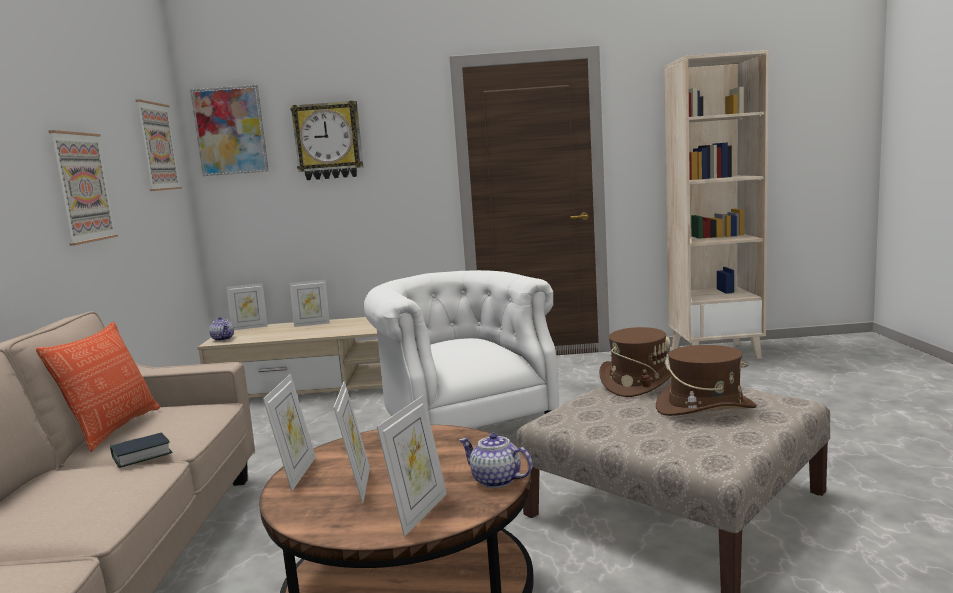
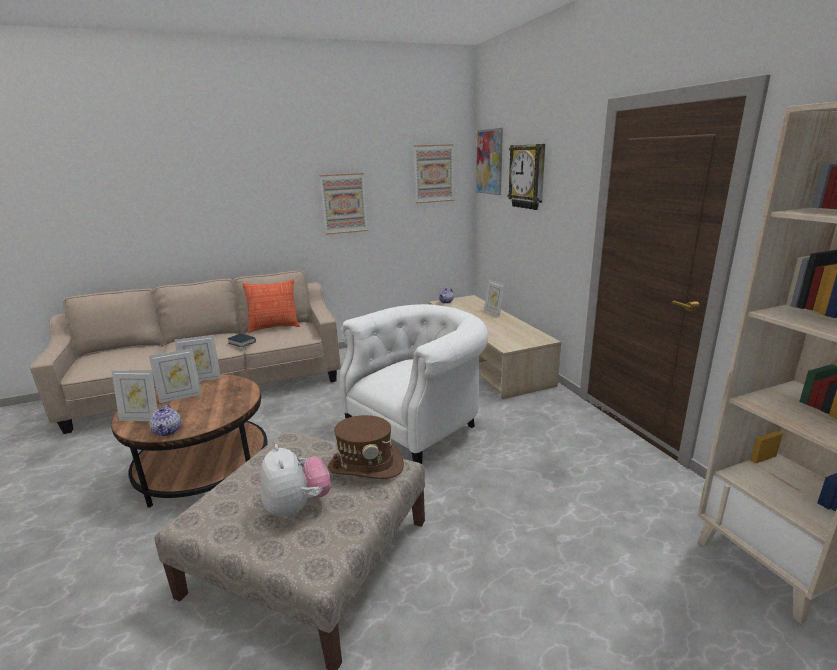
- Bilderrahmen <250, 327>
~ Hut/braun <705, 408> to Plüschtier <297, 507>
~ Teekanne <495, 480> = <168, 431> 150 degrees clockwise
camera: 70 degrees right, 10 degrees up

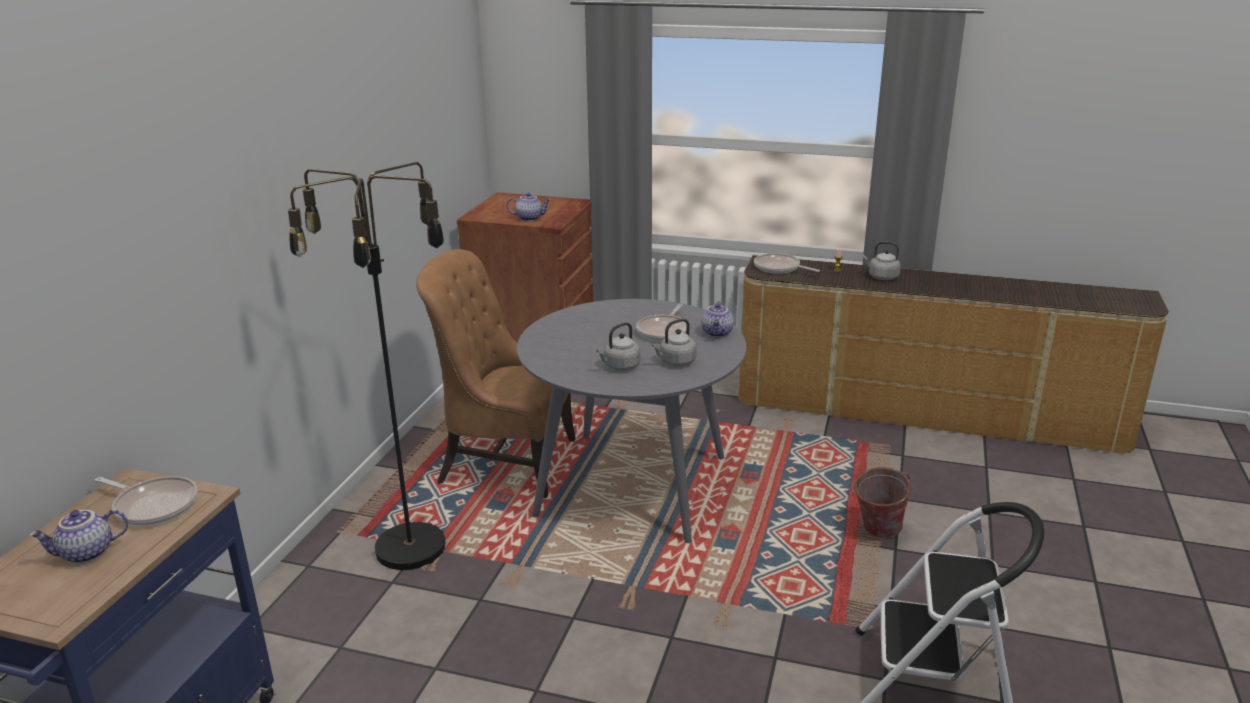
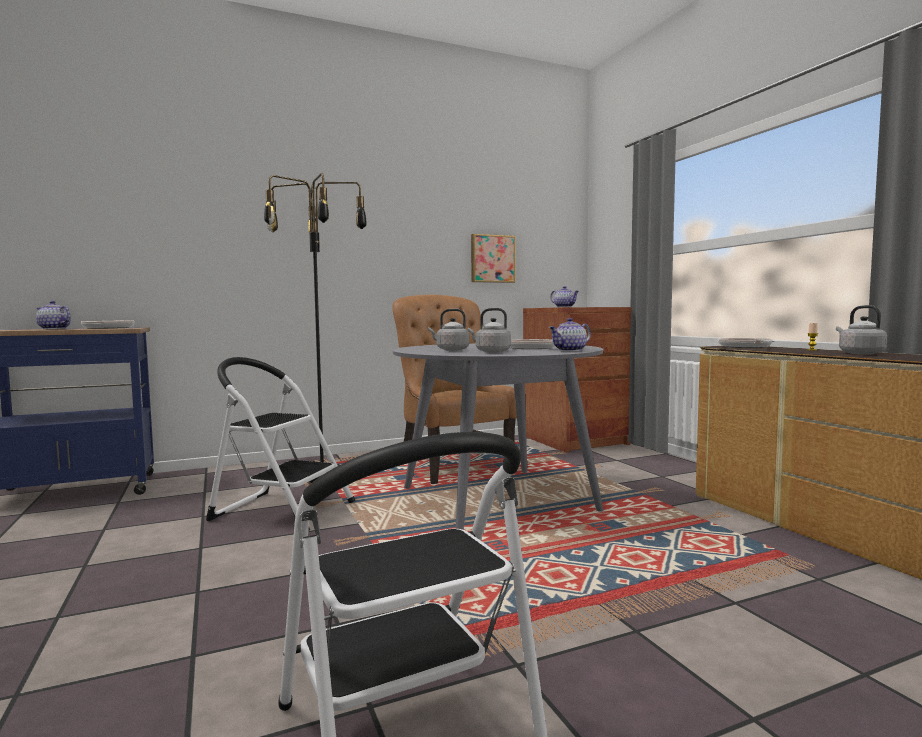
- Eimer <876, 532>
+ Bild <492, 259>
+ Trittleiter <280, 510>
camera: 50 degrees right, 20 degrees down

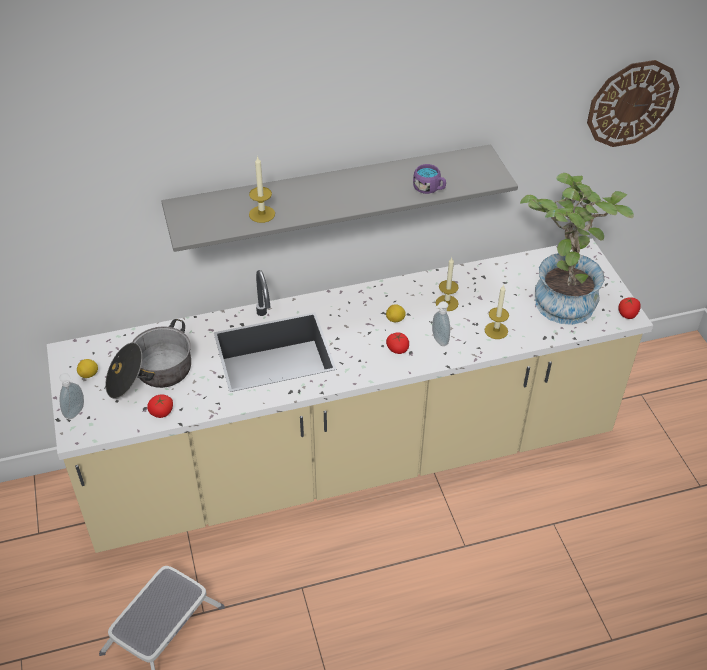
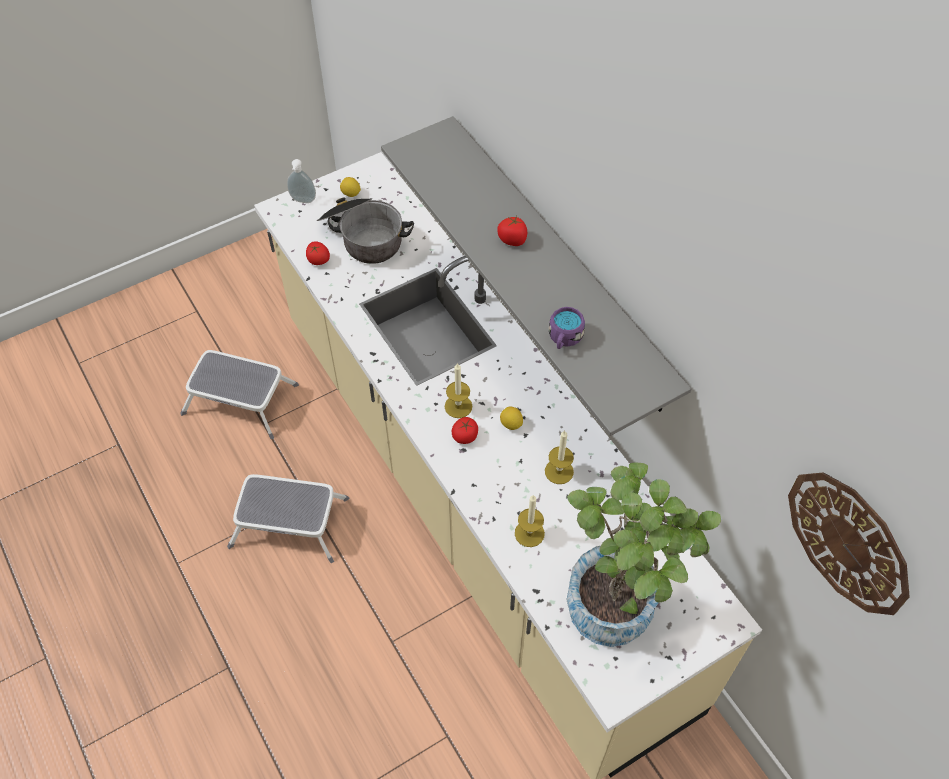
~ Kerze <262, 214> to <458, 406>
~ Tomate <627, 314> to <512, 240>
- Seifenspender <438, 340>
+ Trittleiter/grau <289, 523>
camera: 75 degrees right, 10 degrees up

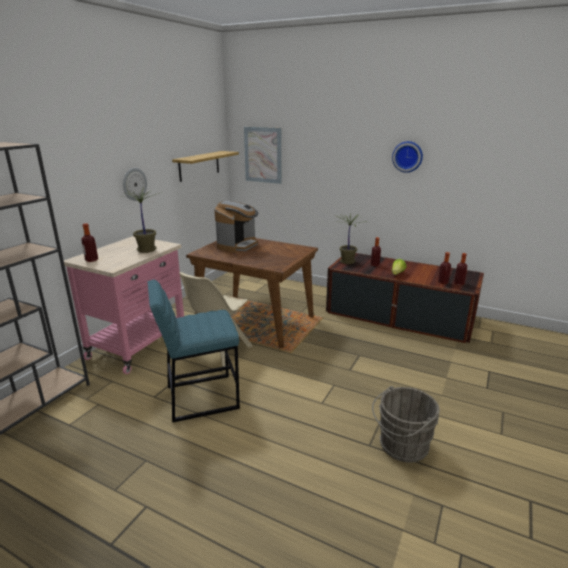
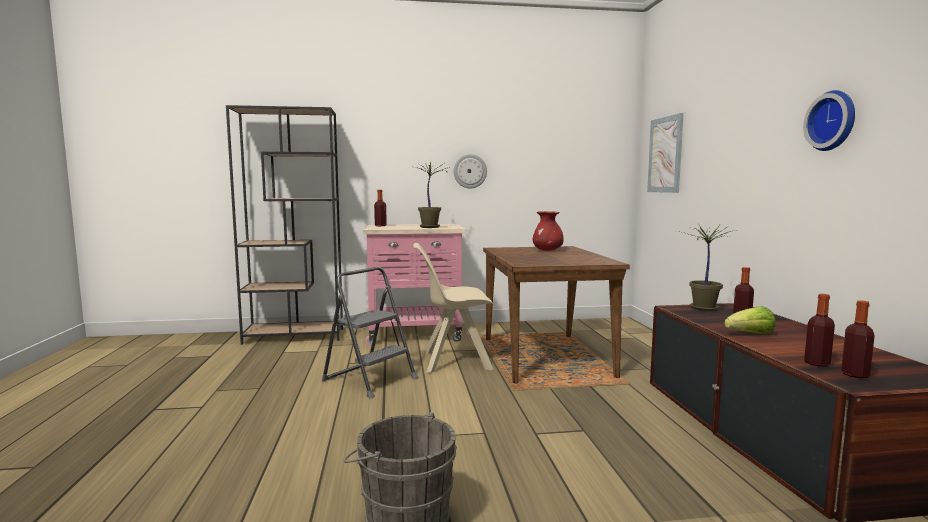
- Wandregal <199, 165>
~ Kaffeemaschine <238, 245> to Vase/rot <547, 250>
~ Hocker/blau <200, 397> to Trittleiter/grau <368, 378>
camera: 55 degrees right, 15 degrees down

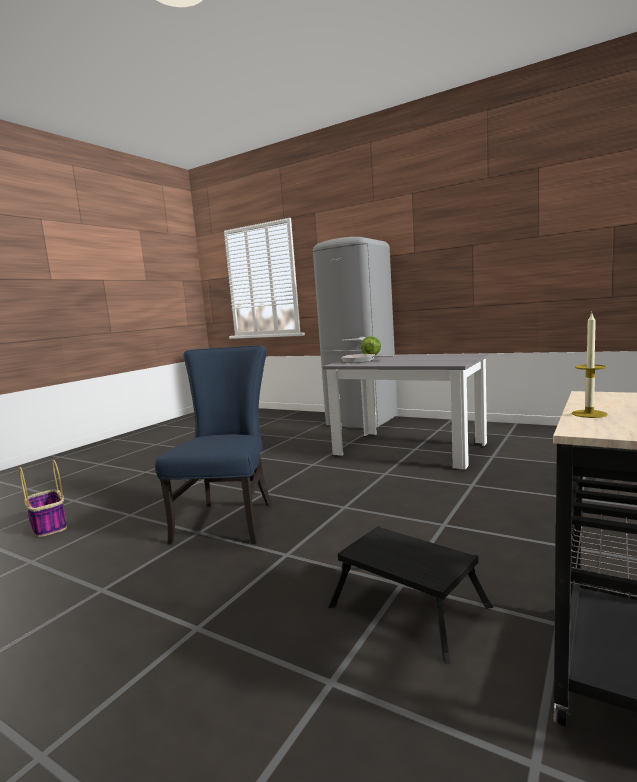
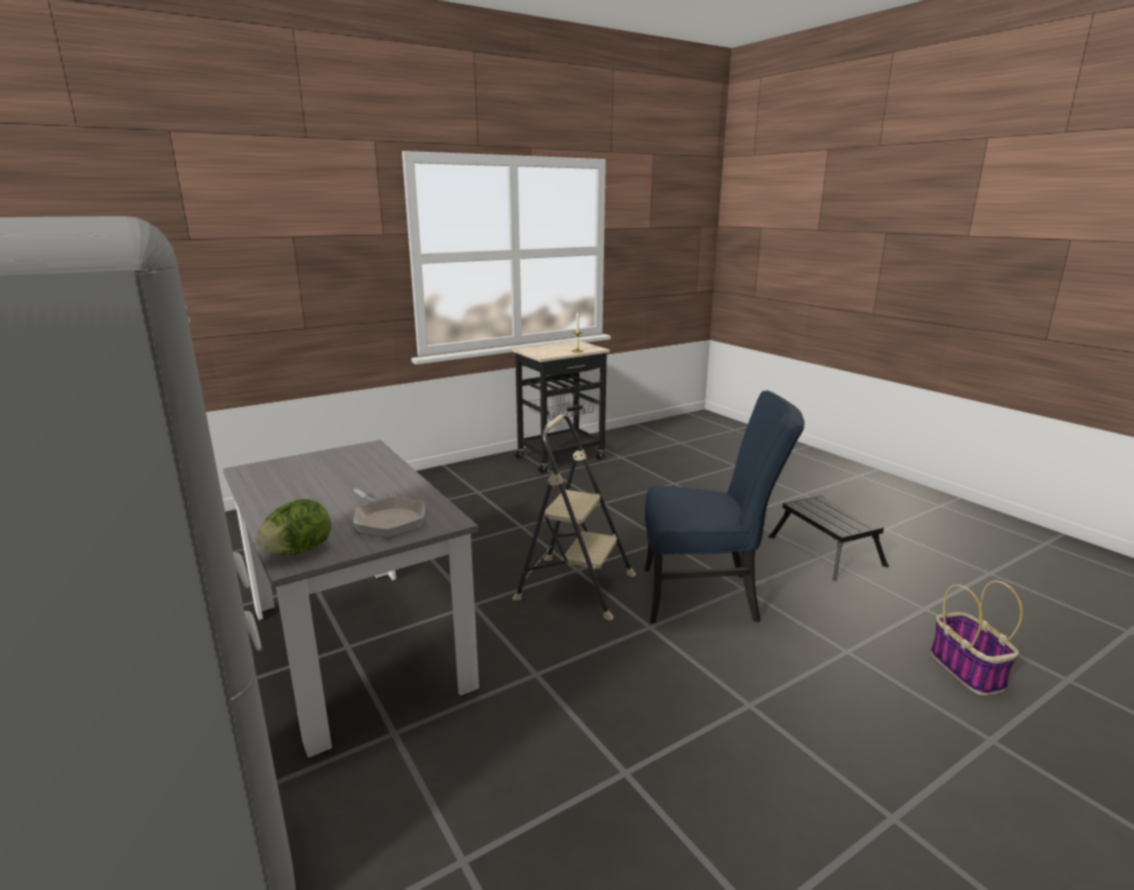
~ Stuhl/blau <228, 519> = <707, 596> 120 degrees counterclockwise
~ Trittleiter/schwarz <407, 606> to <826, 551>
+ Trittleiter/beige <572, 585>
camera: 155 degrees left, 10 degrees up

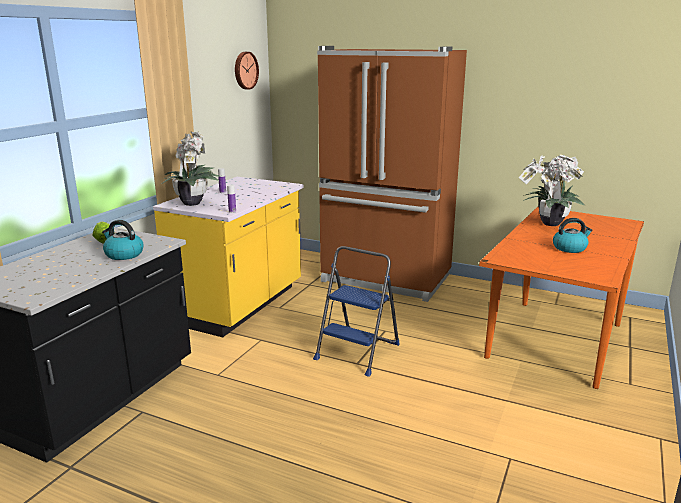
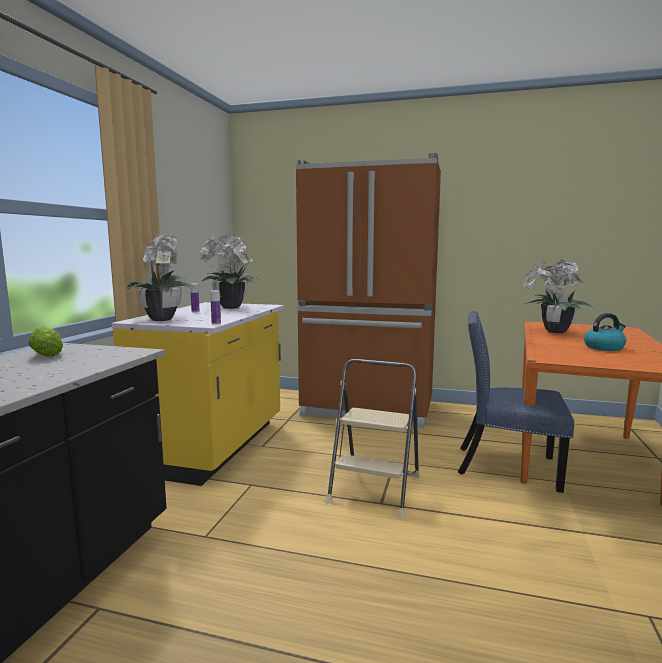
- Wanduhr <245, 70>
- Wasserkessel <123, 254>
~ Trittleiter/blau <359, 350> to Trittleiter/beige <376, 486>
+ Topfpflanze <231, 308>
+ Stuhl/blau <509, 467>
camera: 10 degrees left, 10 degrees down

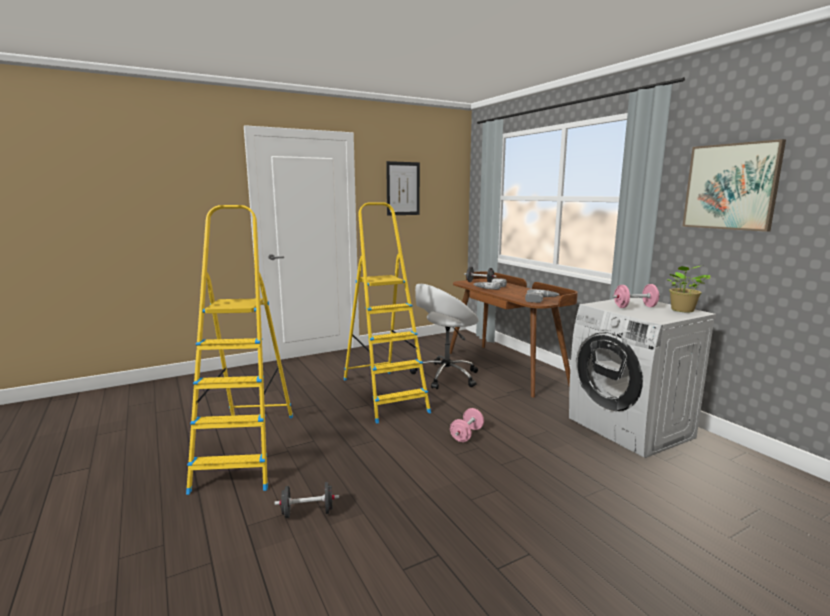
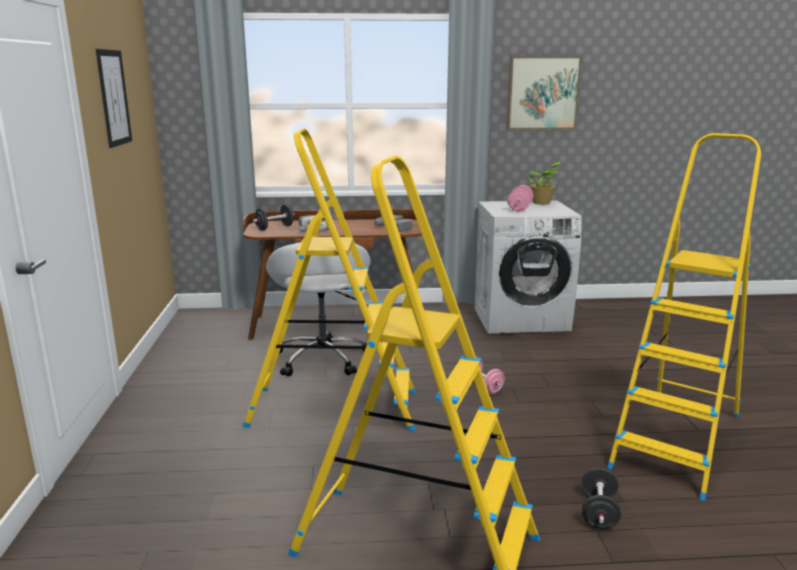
+ Trittleiter/gelb <677, 440>
camera: 65 degrees left, 5 degrees up

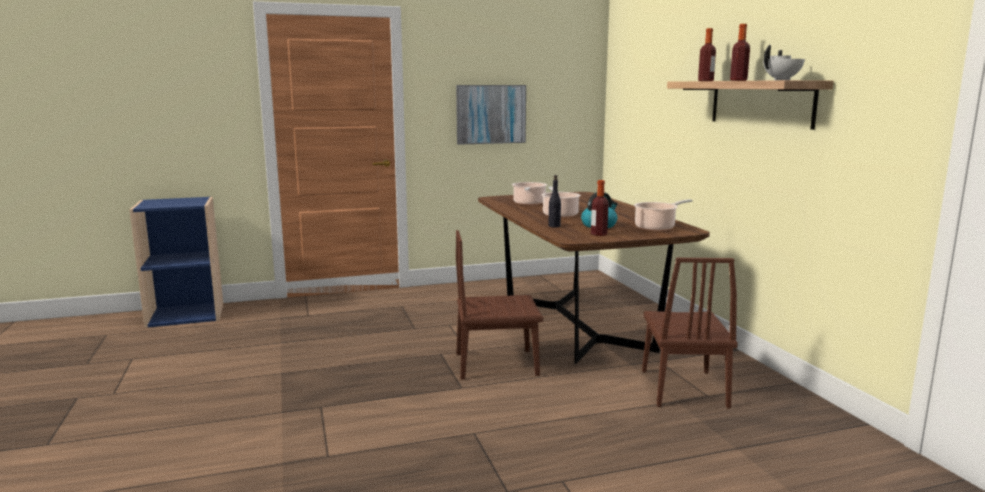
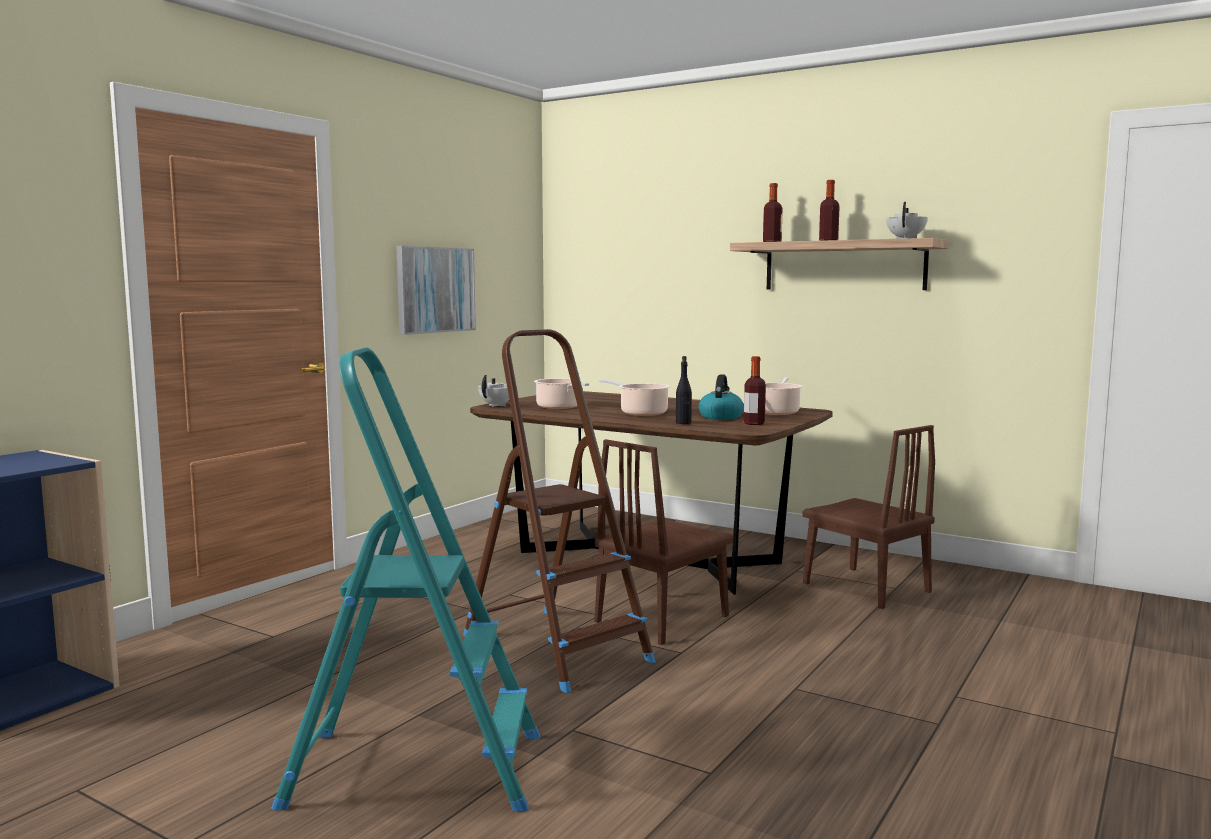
+ Trittleiter/braun <557, 648>
+ Trittleiter/türkis <419, 770>
+ Teekanne/weiß <497, 405>
camera: 40 degrees left, 5 degrees down

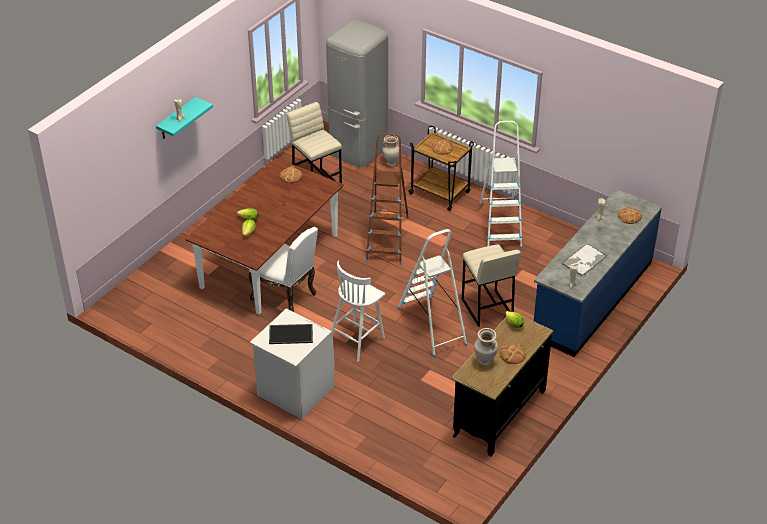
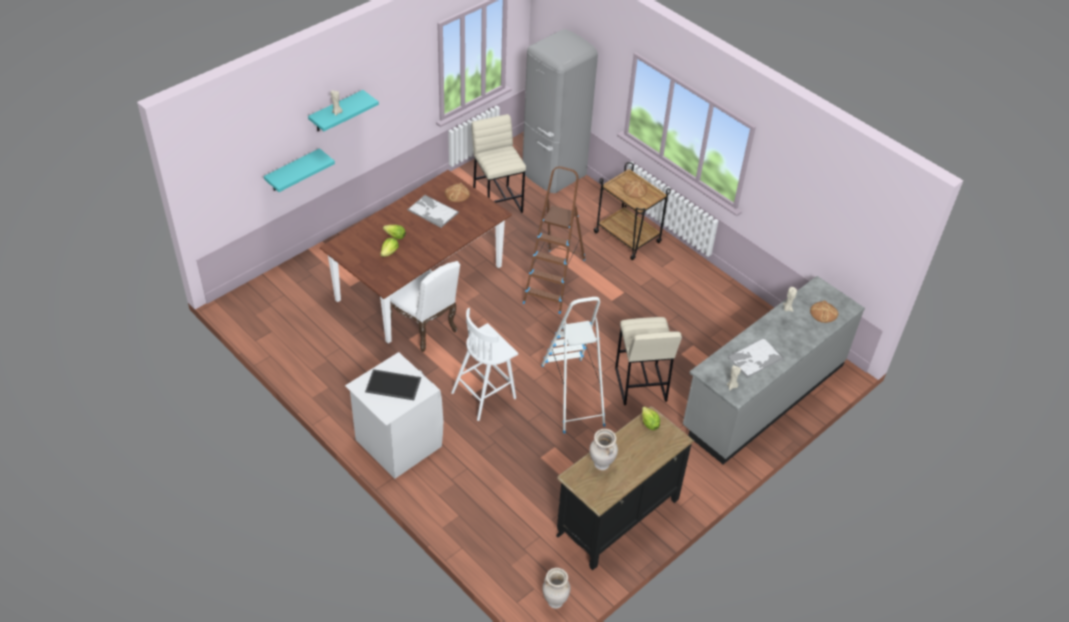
- Trittleiter/weiß <500, 226>
~ Vase/beige <391, 163> to <555, 601>
~ Küchenzeile/blau <592, 299> to Küchenzeile/grau <763, 396>
- Brot <512, 355>
+ Wandregal/türkis <293, 171>
+ Tablett <432, 211>
camera: 10 degrees right, 5 degrees up

